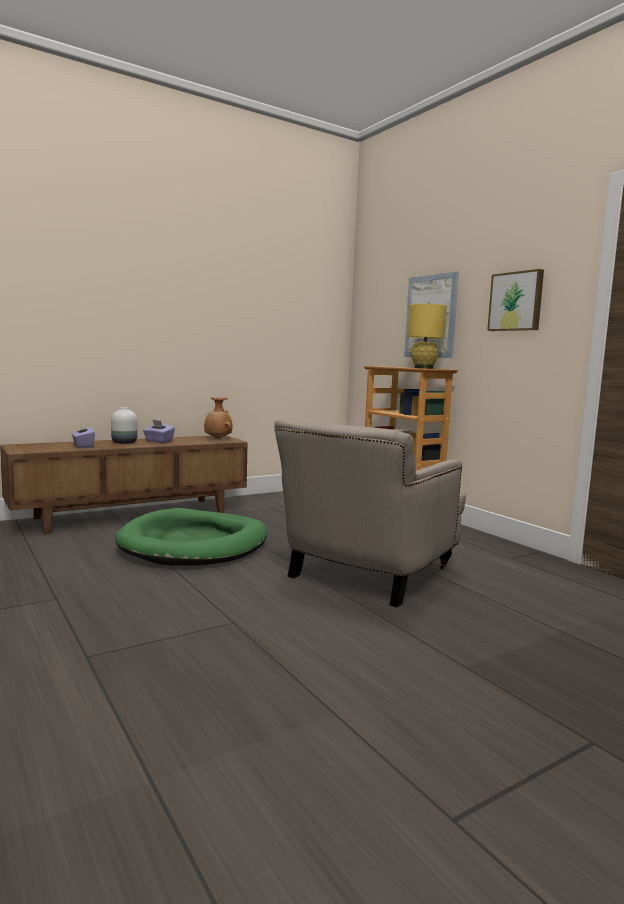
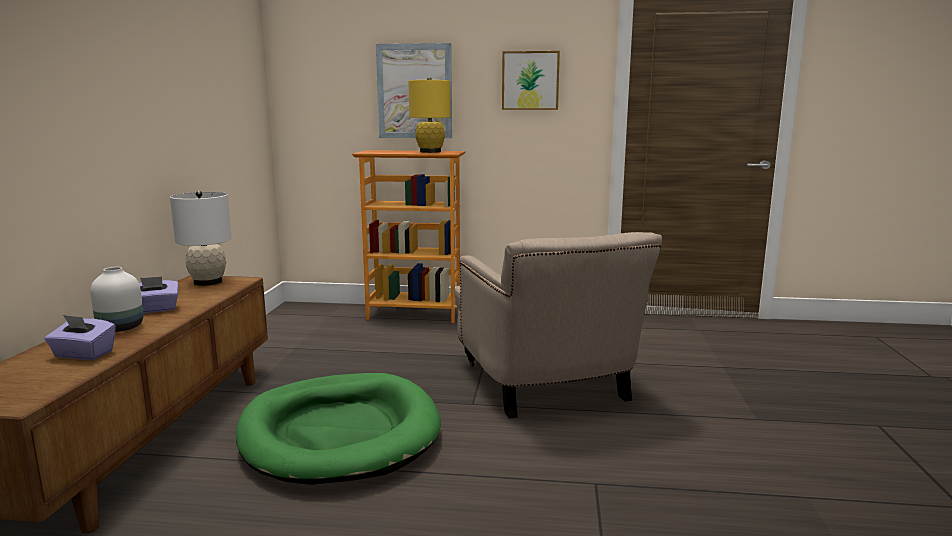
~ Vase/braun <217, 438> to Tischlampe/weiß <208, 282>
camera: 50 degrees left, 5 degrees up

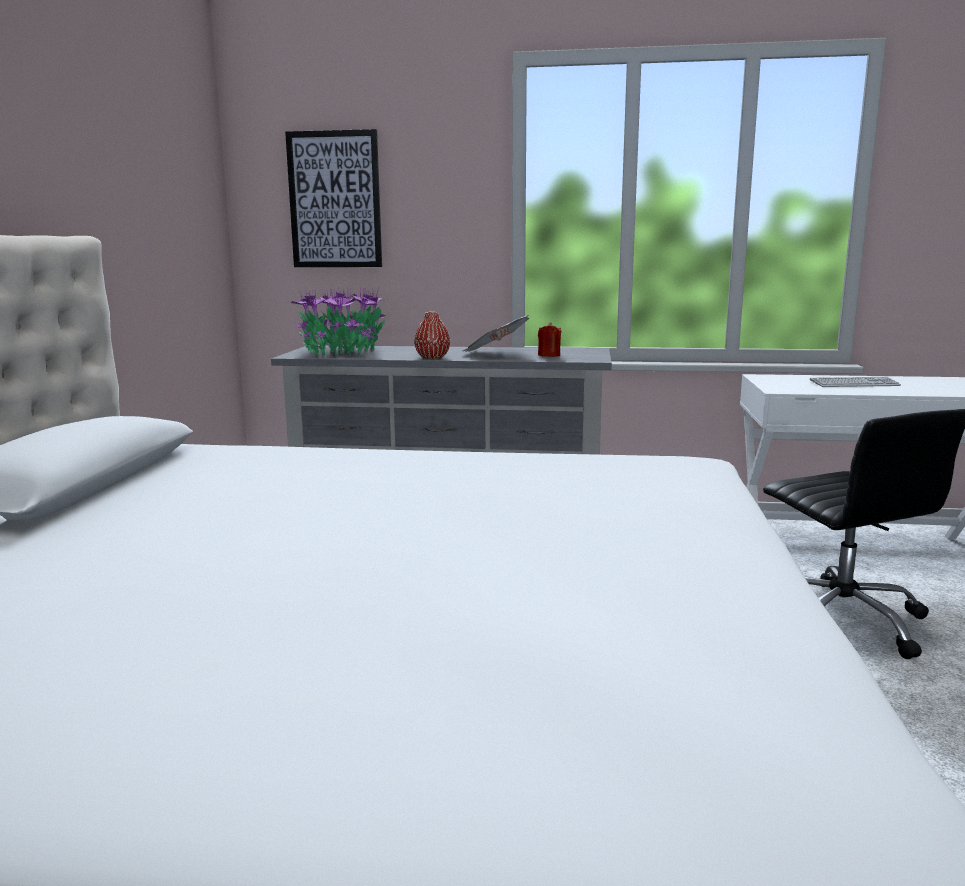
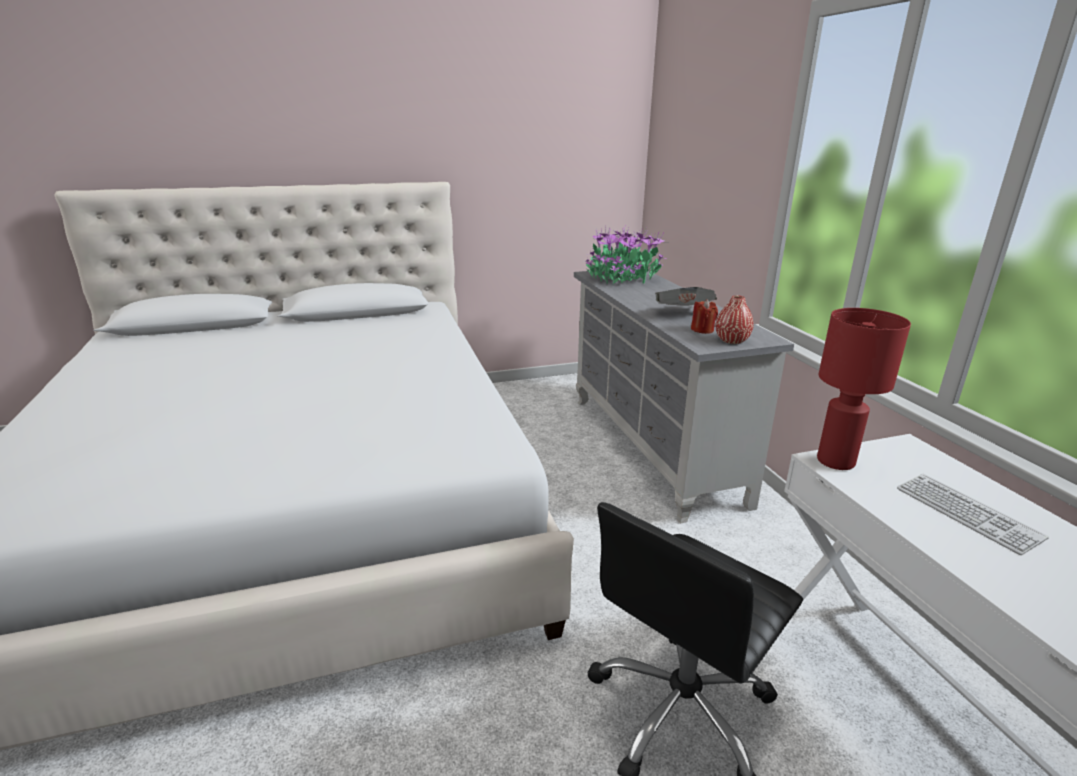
- Bild <335, 200>
~ Vase/rot <432, 357> to <731, 340>
+ Tischlampe/rot <834, 461>
camera: 65 degrees right, 10 degrees up

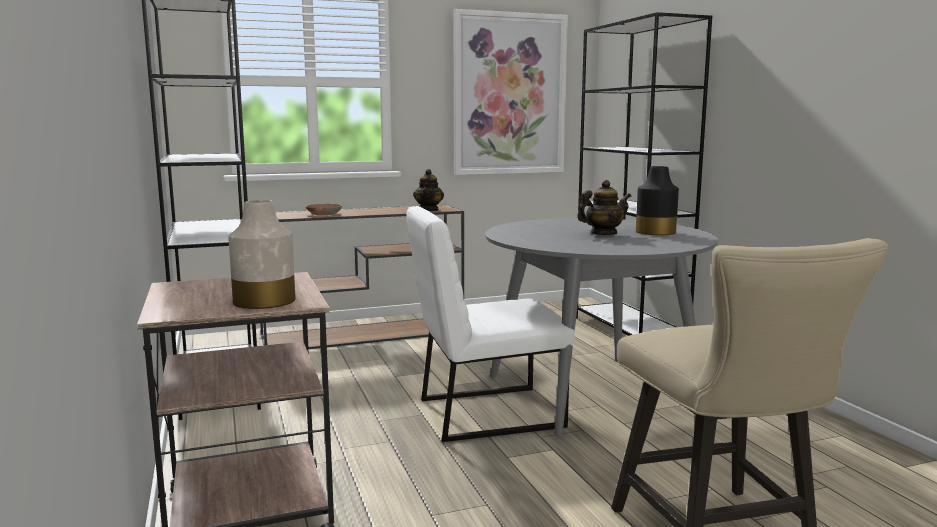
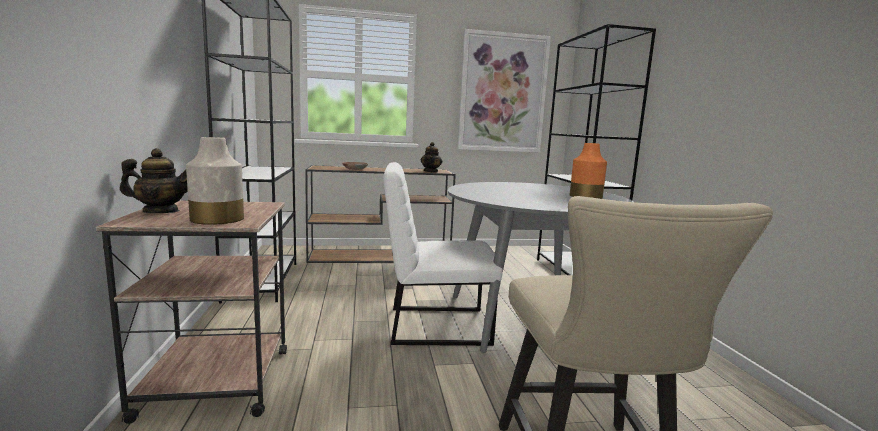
~ Vase/schwarz <655, 232> to Vase/orange <585, 196>
~ Teekanne <603, 234> to <161, 212>
camera: 10 degrees right, 0 degrees up

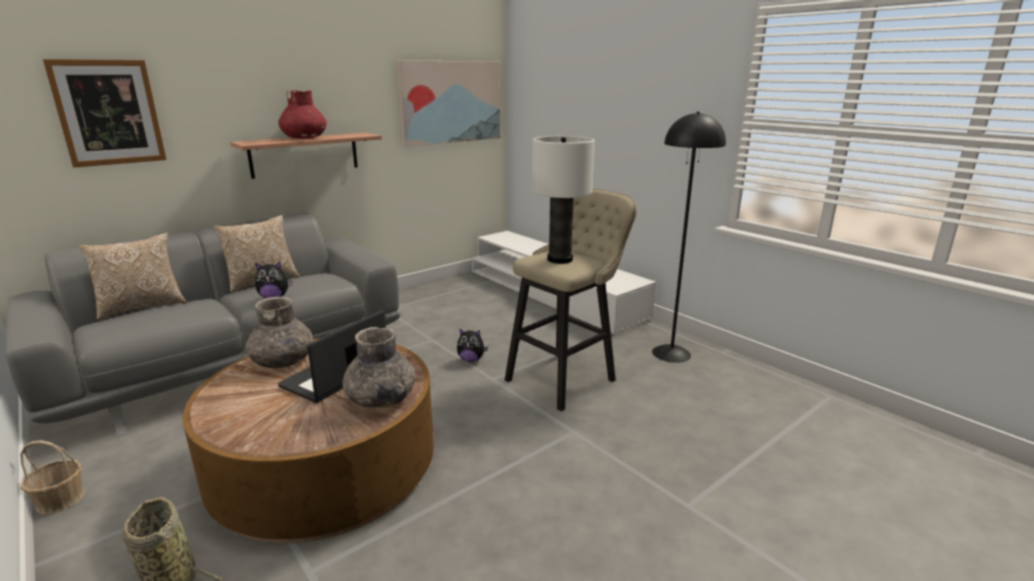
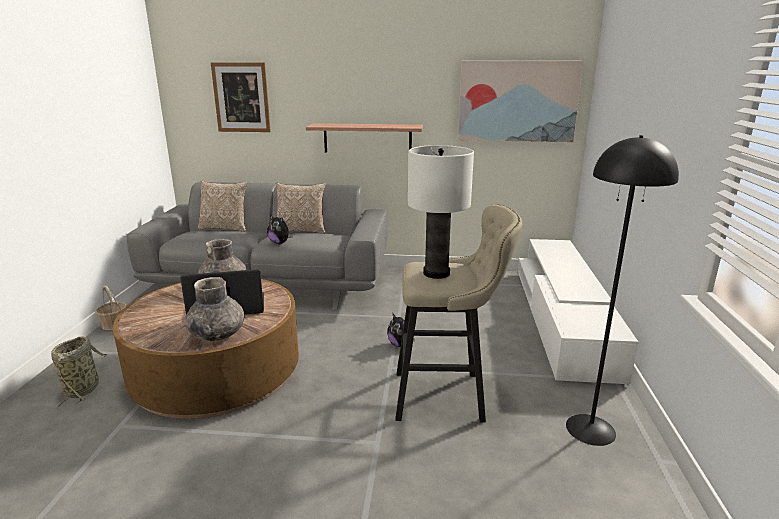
- Vase/rot <305, 138>
camera: 45 degrees right, 0 degrees up

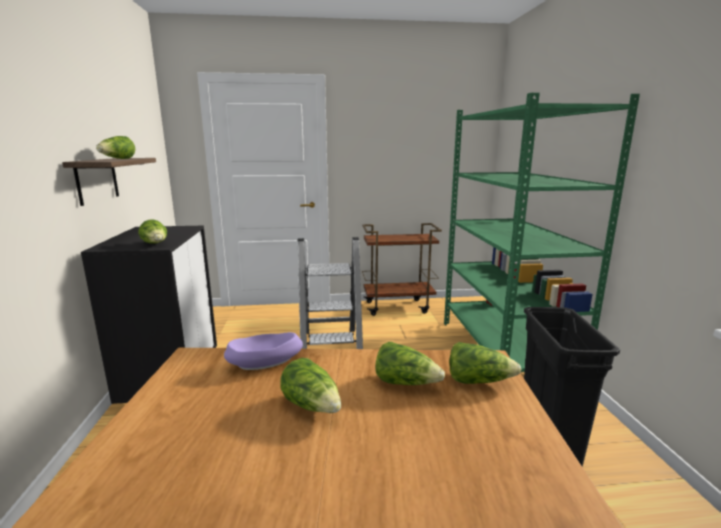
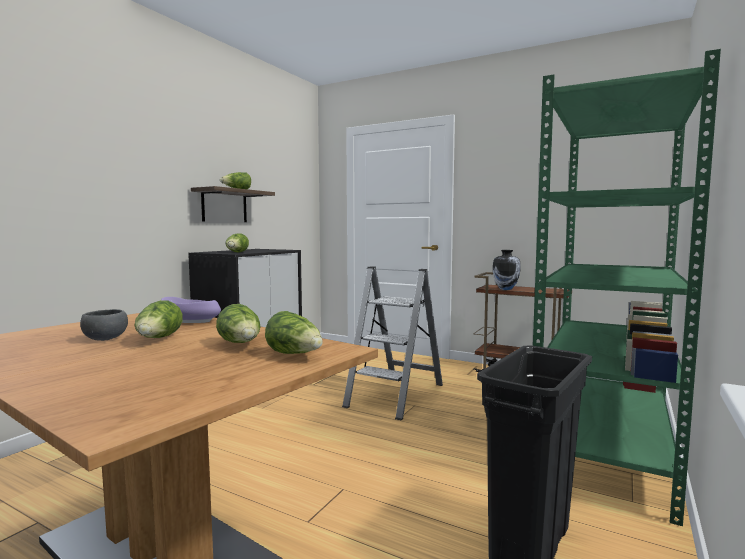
+ Vase <505, 289>
+ Schüssel/grau <106, 338>
camera: 35 degrees right, 10 degrees down

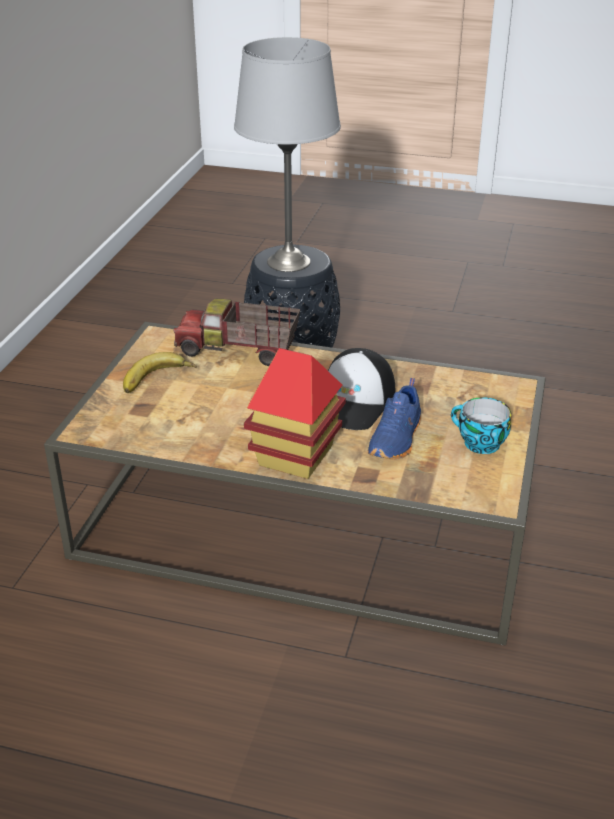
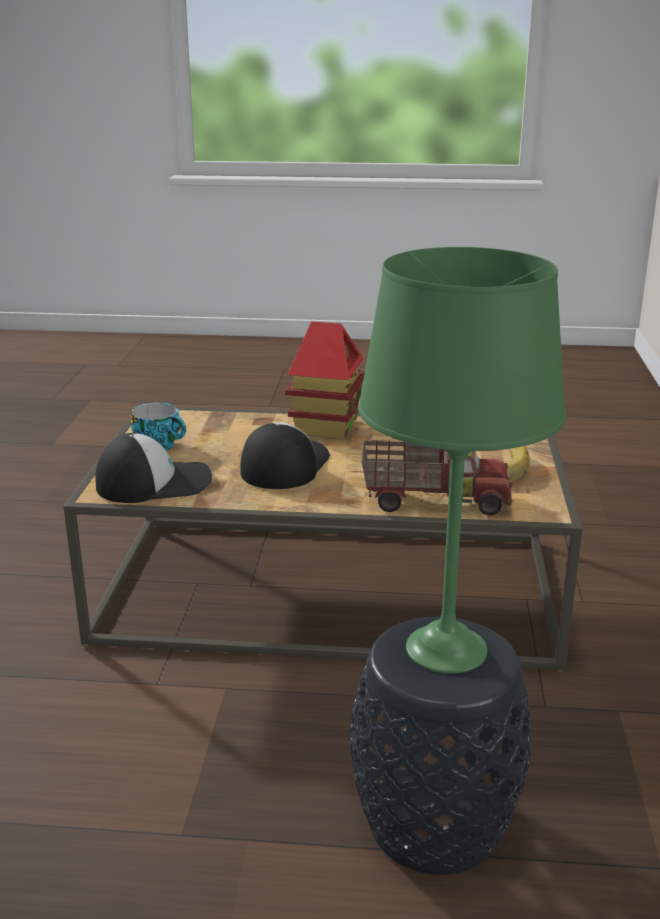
~ Tischlampe/grau <288, 262> to Tischlampe/grün <446, 648>
- Schuh/blau <397, 439>
+ Kappe <155, 482>
camera: 170 degrees right, 10 degrees down

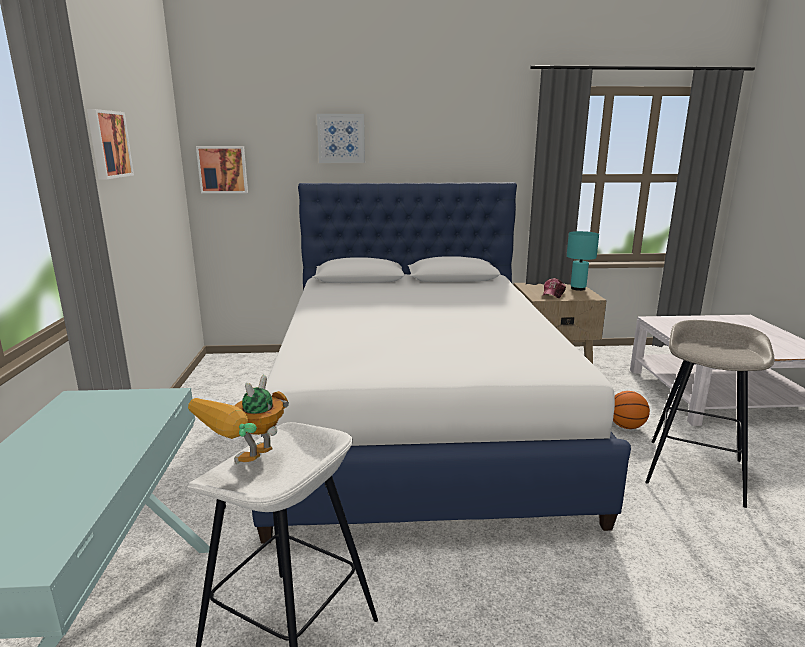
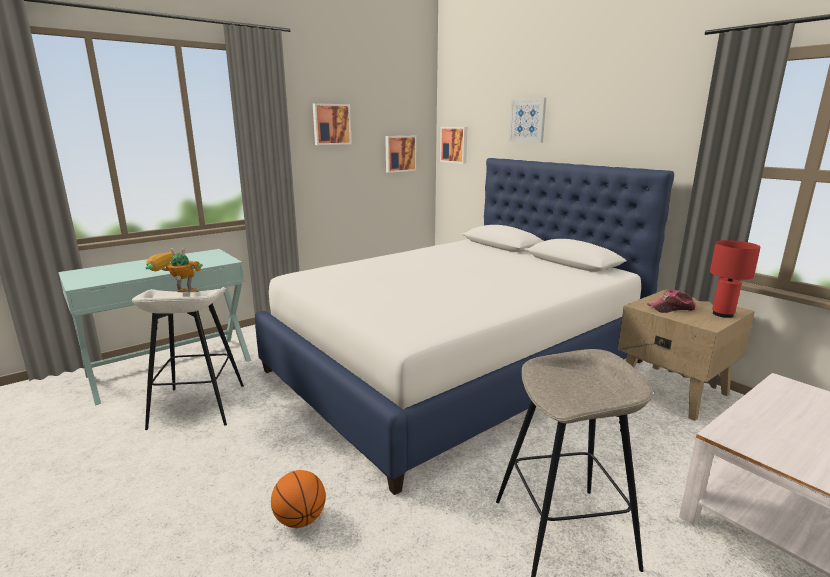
~ Tischlampe/türkis <578, 288> to Tischlampe/rot <723, 314>
~ Basketball <626, 426> to <300, 519>
+ Bild <400, 153>
camera: 55 degrees right, 0 degrees up

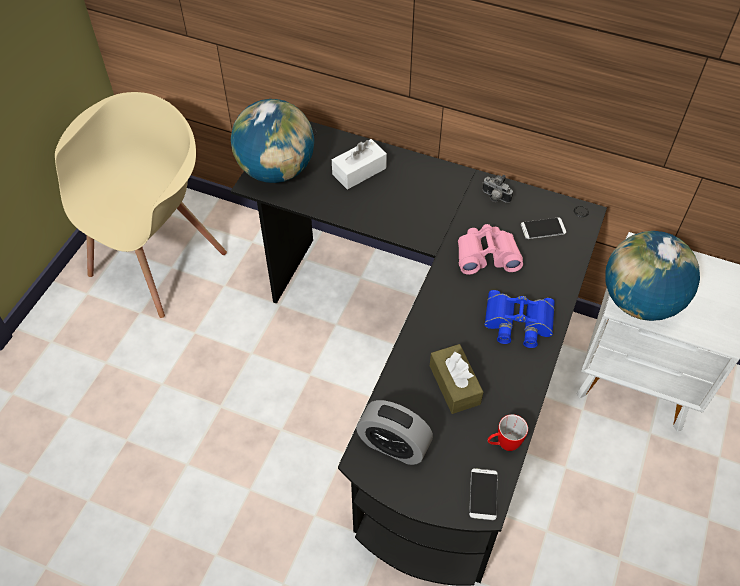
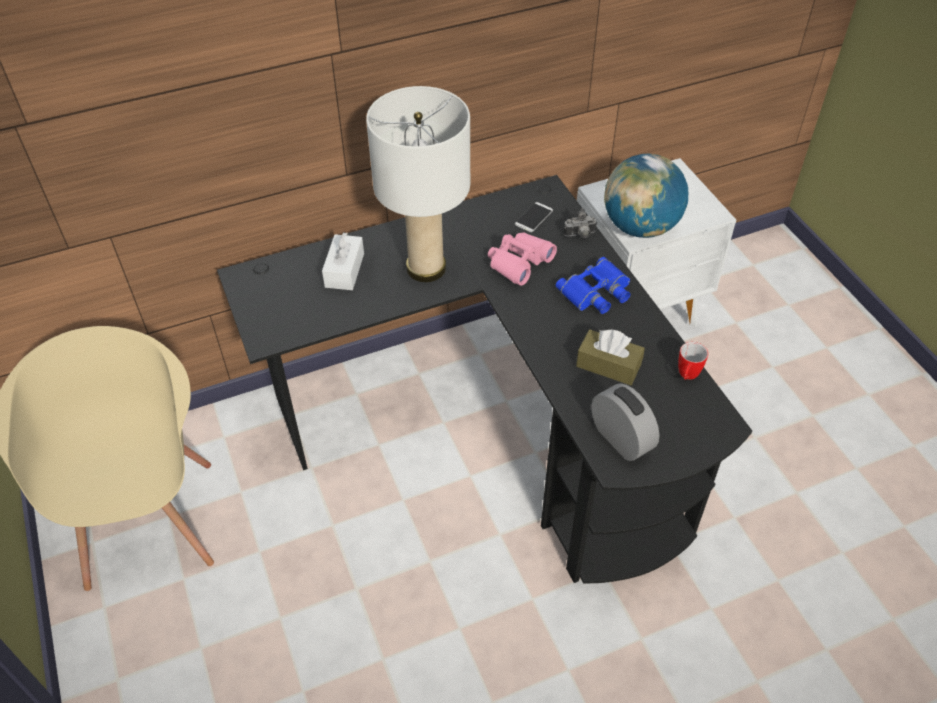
- Globus <276, 170>
~ Kamera <494, 198> to <580, 235>
~ Wecker <393, 445> = <621, 438> 105 degrees counterclockwise
- Handy <483, 494>
+ Tischlampe/weiß <425, 268>
camera: 45 degrees left, 5 degrees down

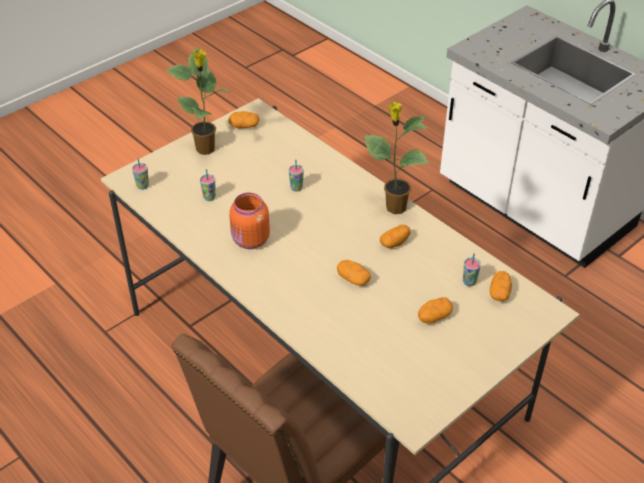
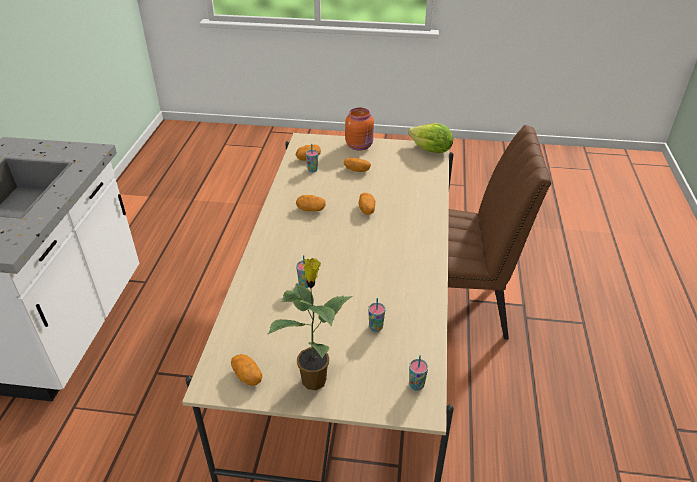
- Topfpflanze <394, 207>
~ Vorratsglas/orange <250, 241> to <360, 146>
+ Salatkopf <431, 150>
camera: 130 degrees left, 5 degrees down

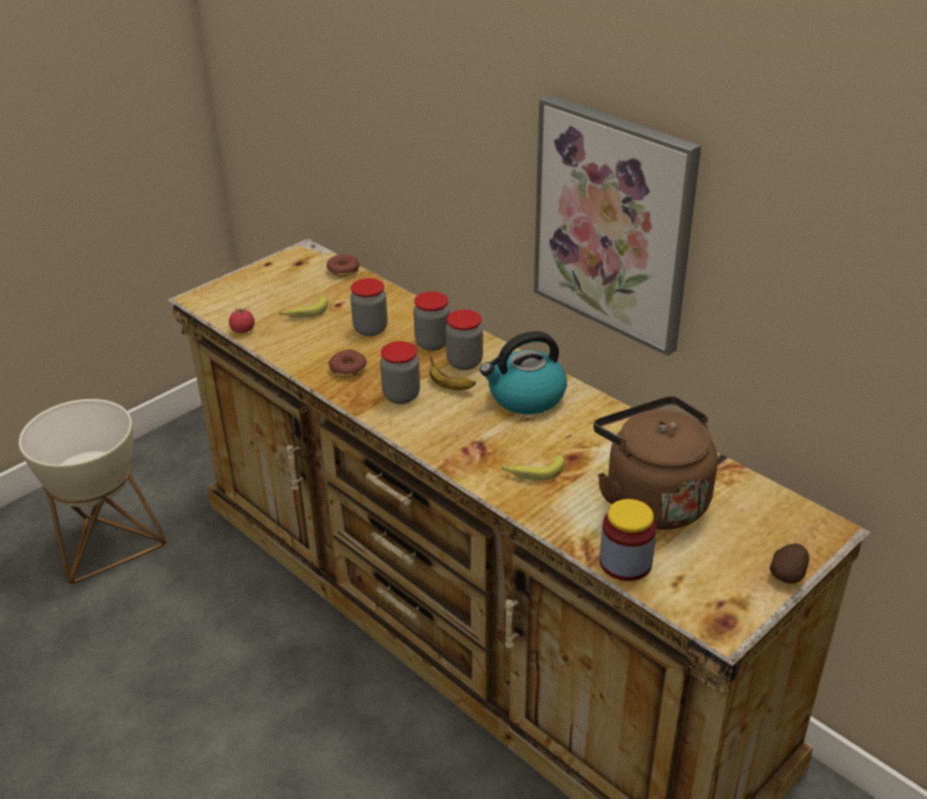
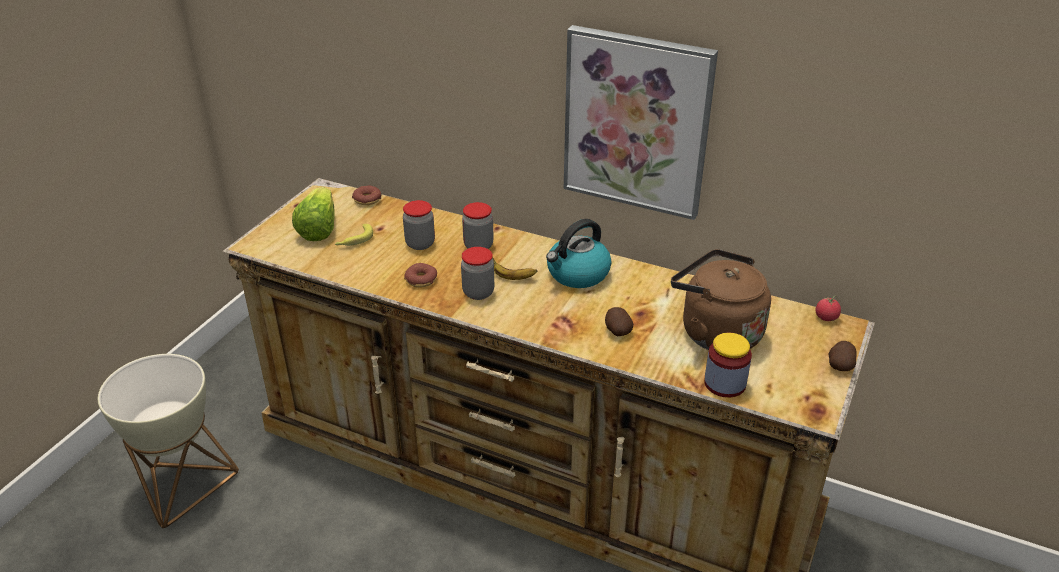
~ Tomate <243, 330> to <826, 317>
- Vorratsglas <464, 362>
~ Banane <532, 471> to Kartoffel <617, 330>
+ Salatkopf <318, 229>
camera: 20 degrees left, 0 degrees up

